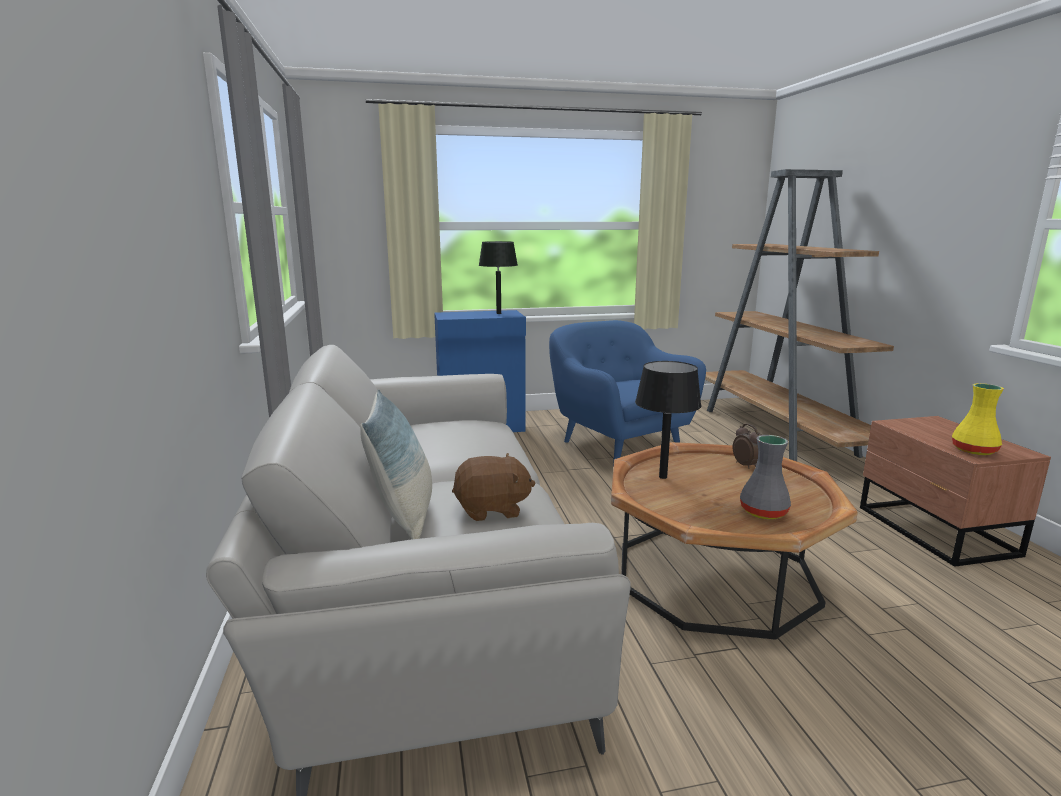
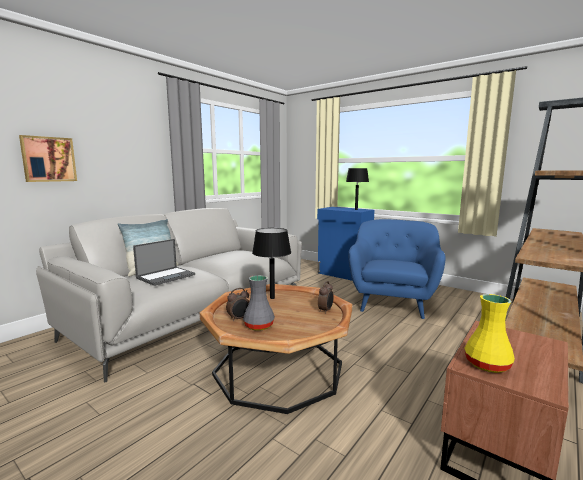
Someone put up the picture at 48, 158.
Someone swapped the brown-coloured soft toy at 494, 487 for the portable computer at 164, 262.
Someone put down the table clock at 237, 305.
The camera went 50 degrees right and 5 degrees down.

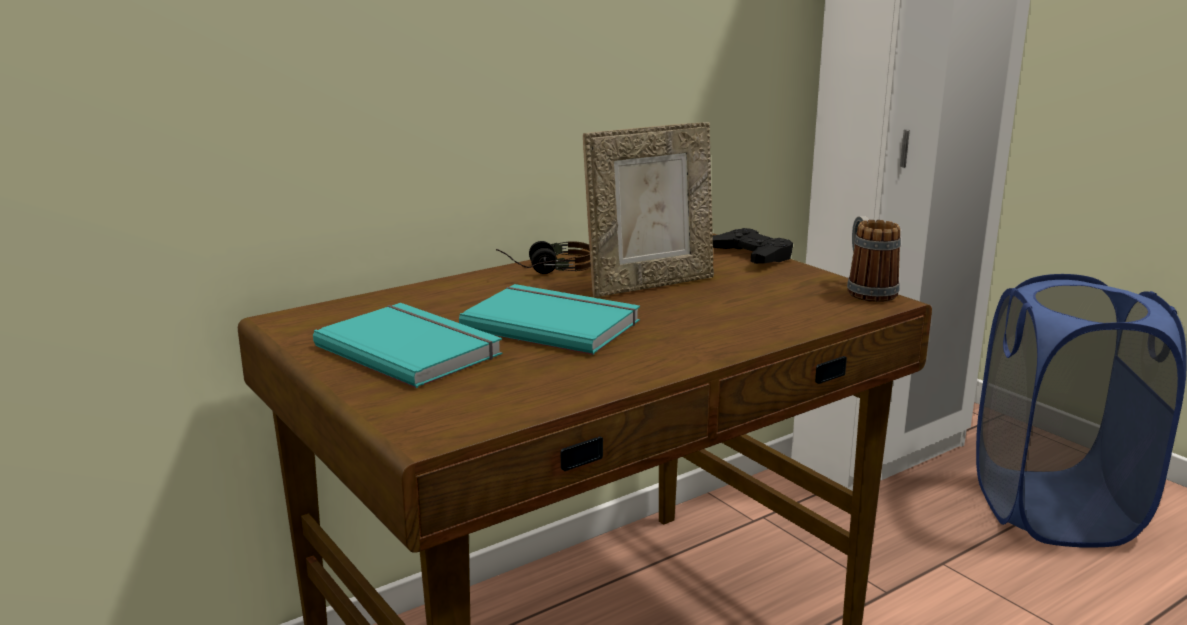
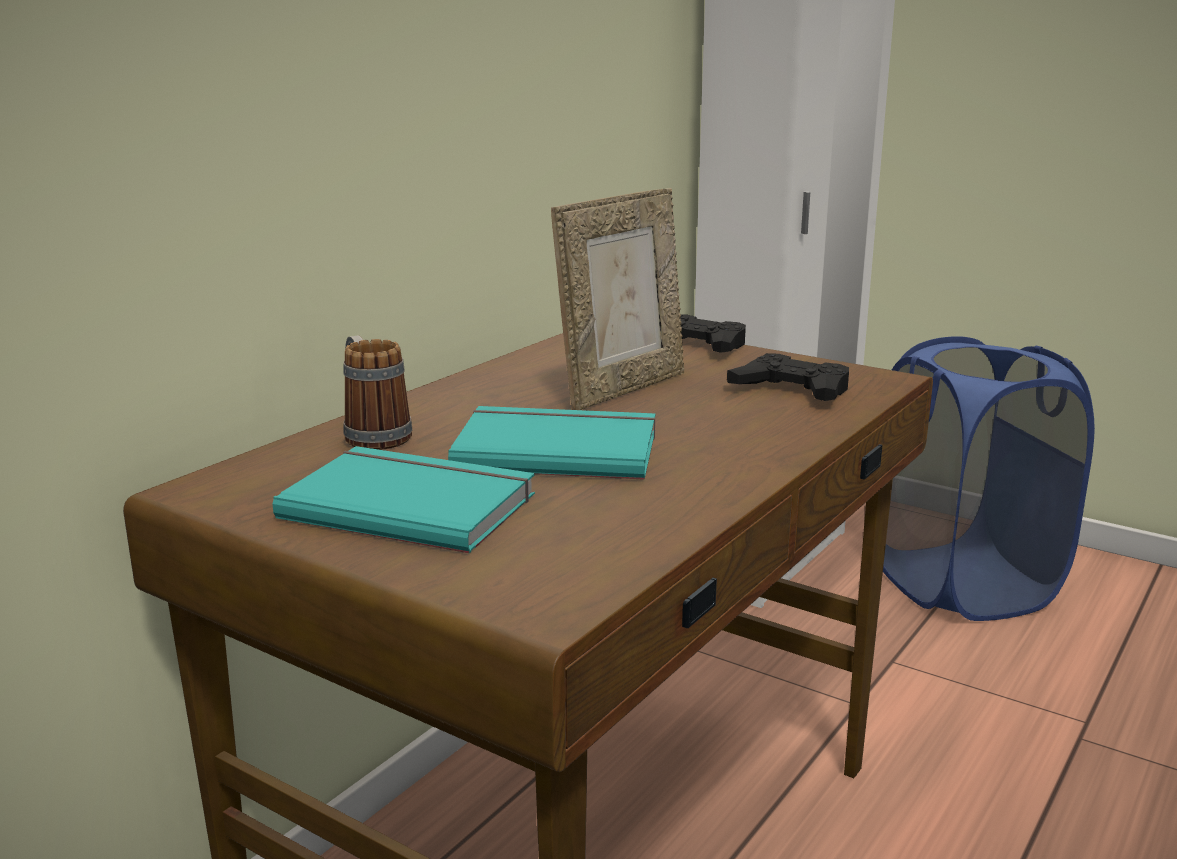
Someone carried the mug from 874, 259 to 378, 392.
Someone put down the black joypad at 788, 377.
Someone took away the pair of headphones at 543, 257.
The camera went 20 degrees left and 0 degrees up.

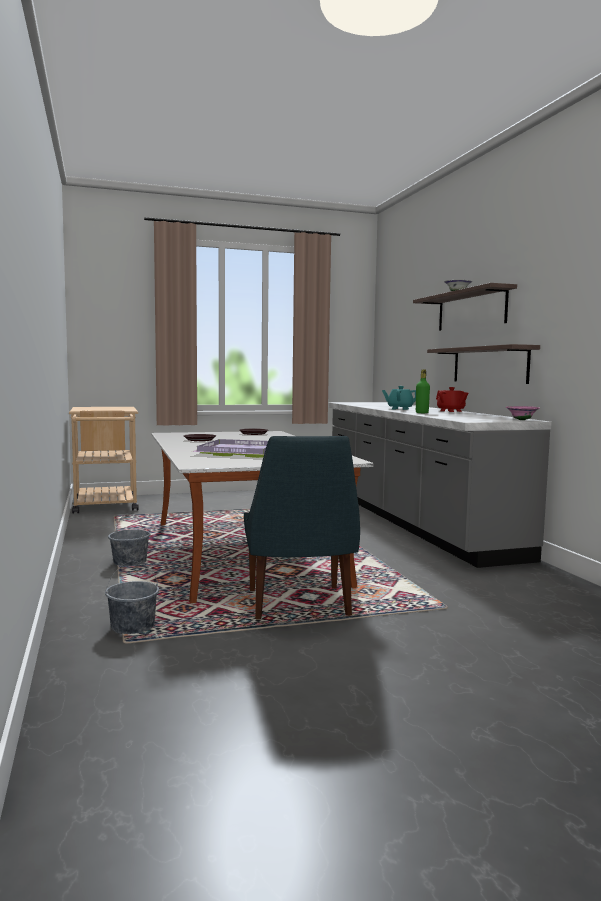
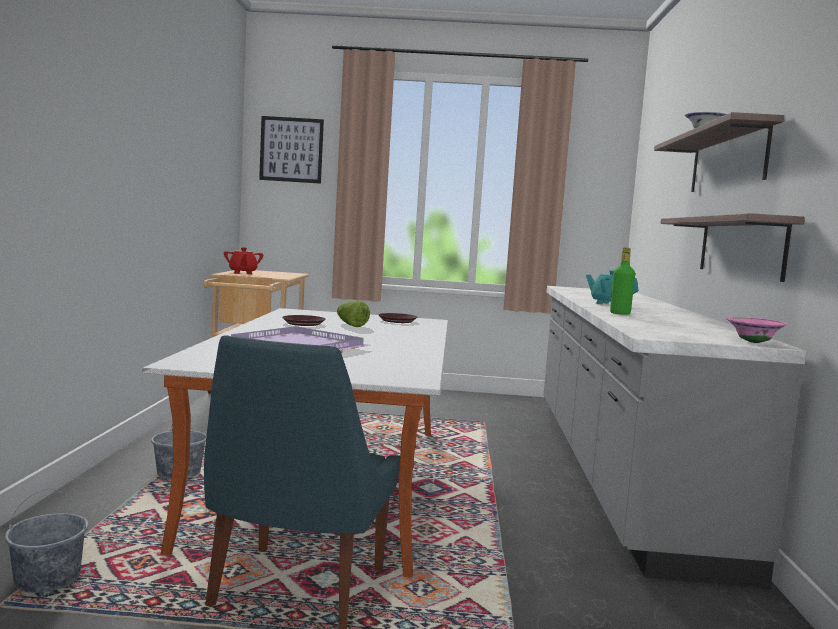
Someone carried the red pot for tea from 452, 399 to 243, 260.
Someone put up the picture at 291, 150.
Someone put down the lettuce at 353, 313.
The camera went 20 degrees right and 0 degrees up.

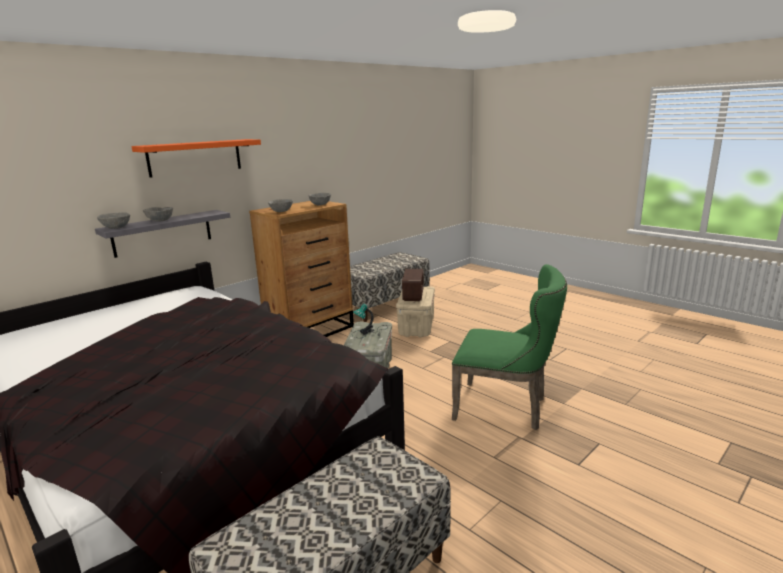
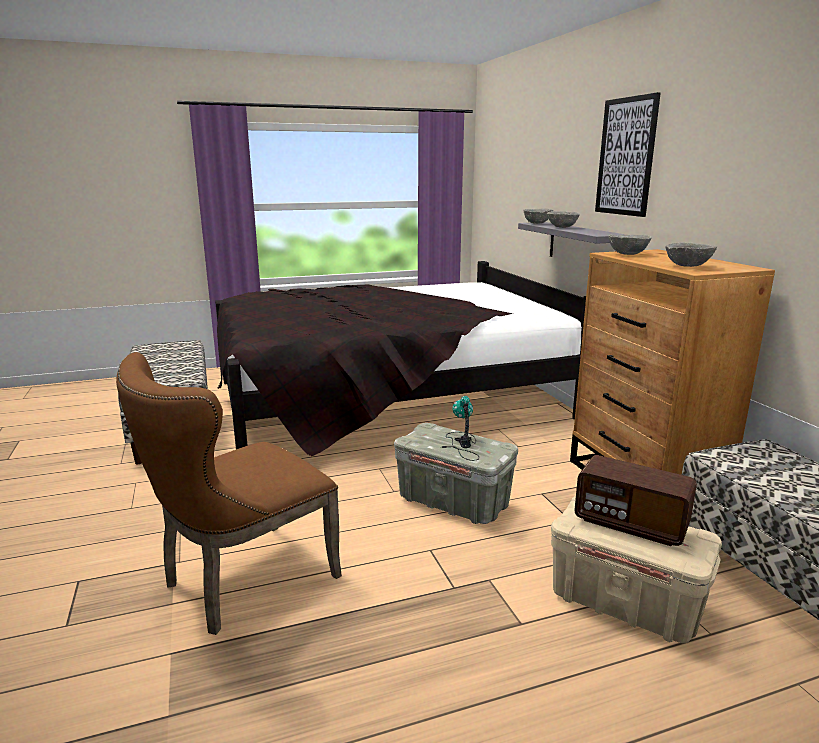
Someone repainted the green-coloured chair at 509, 347, which became the brown-coloured chair at 229, 493.
Someone swapped the orange-coloured shelf at 196, 158 for the picture at 628, 154.
The camera went 115 degrees right and 0 degrees up.

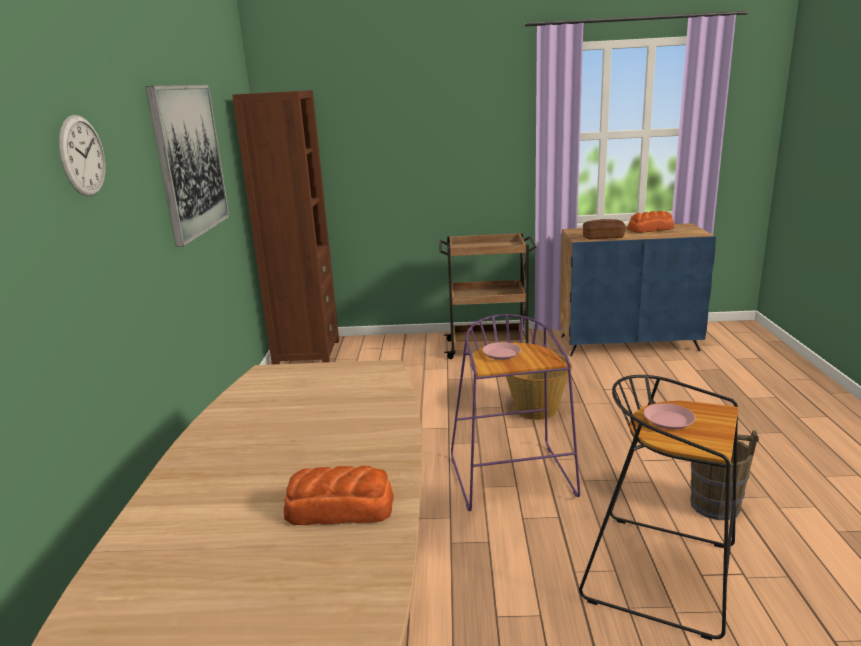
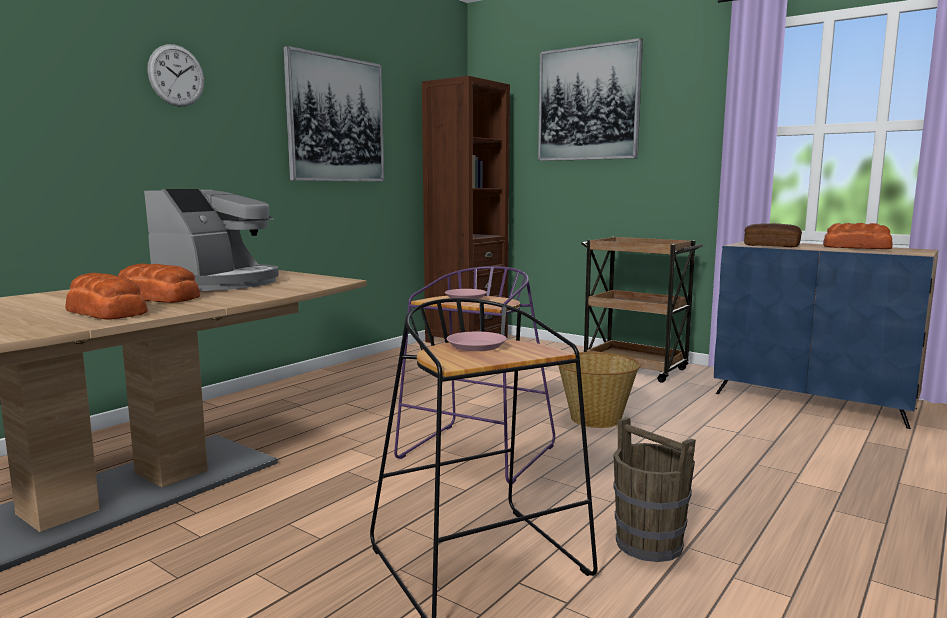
Someone put down the bakery bread at 159, 283.
Someone put down the coffee brewer at 211, 240.
Someone put up the picture at 590, 99.
The camera went 35 degrees right and 10 degrees down.

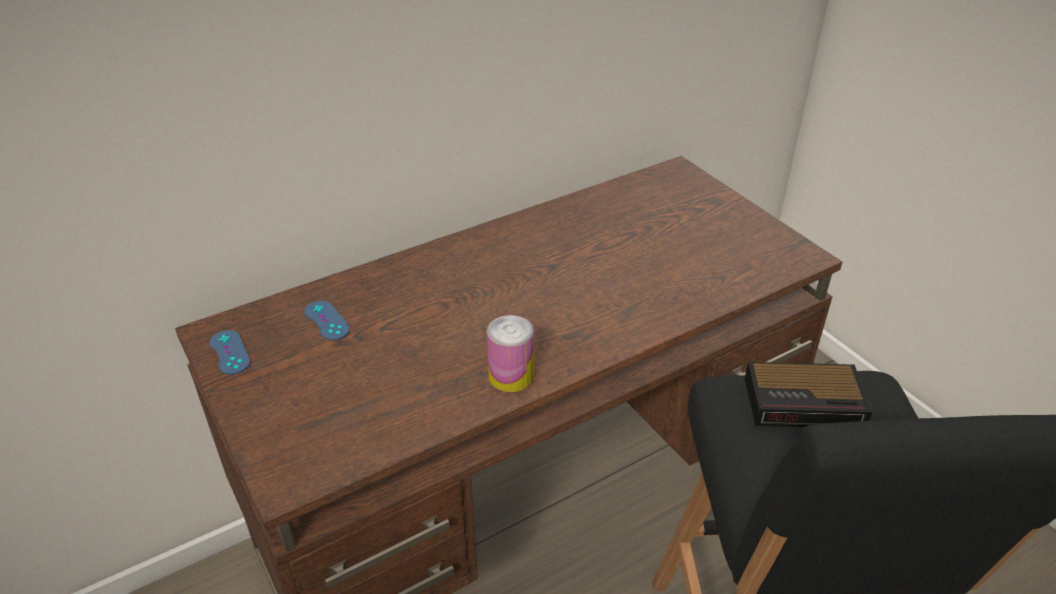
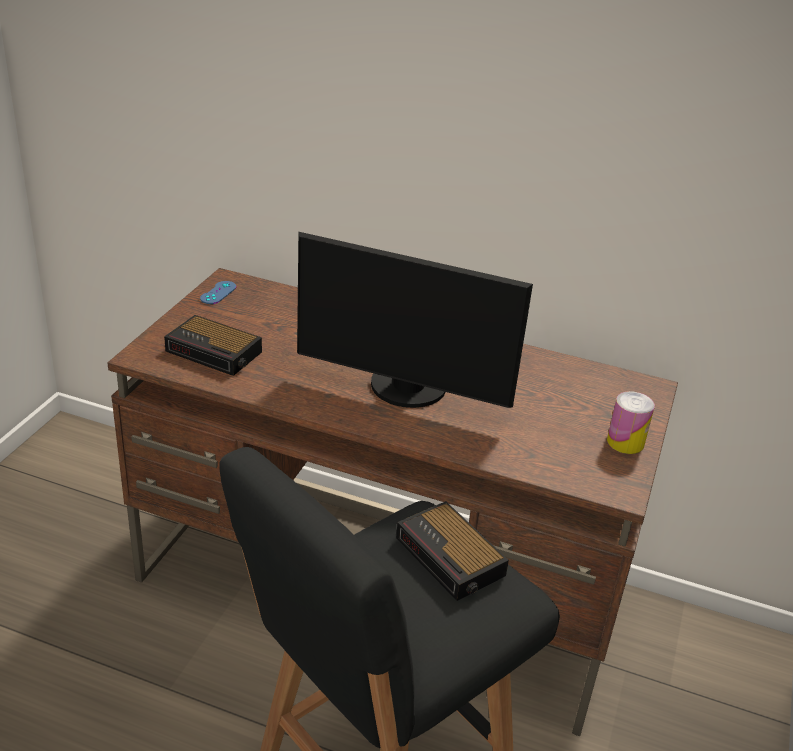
Someone put down the table clock at 213, 345.
Someone put down the computer display at 415, 320.
Someone carried the can from 510, 353 to 631, 422.
Someone took away the blue joypad at 327, 320.
The camera went 50 degrees right and 5 degrees down.

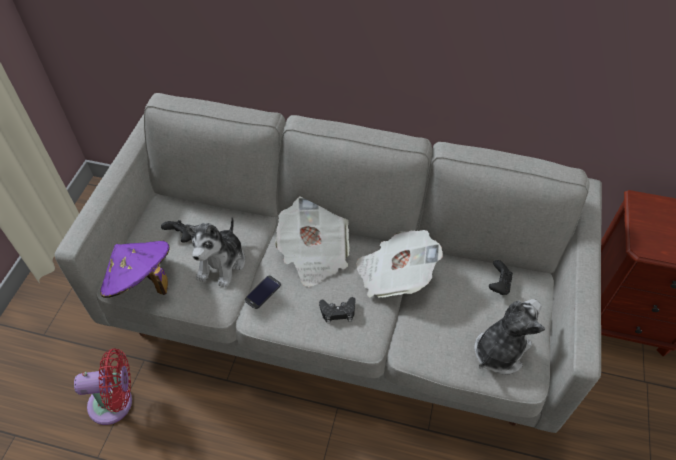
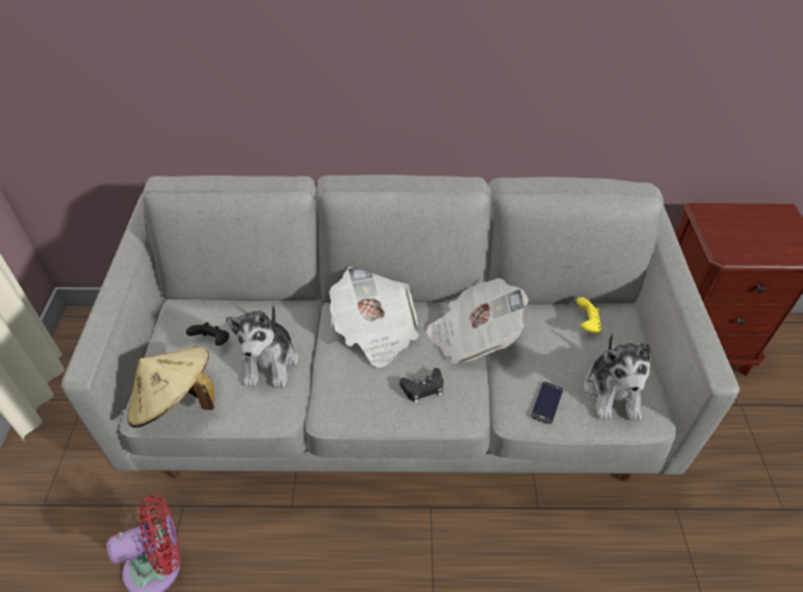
Someone repainted the purple hat at 135, 269, which became the sand-coloured hat at 171, 387.
Someone carried the telephone from 263, 292 to 547, 402.
Someone repainted the black joypad at 501, 277, which became the yellow-coloured joypad at 589, 315.
Someone rotated the soft toy at 509, 337 by 150 degrees clockwise.
The camera went 15 degrees left and 5 degrees down.

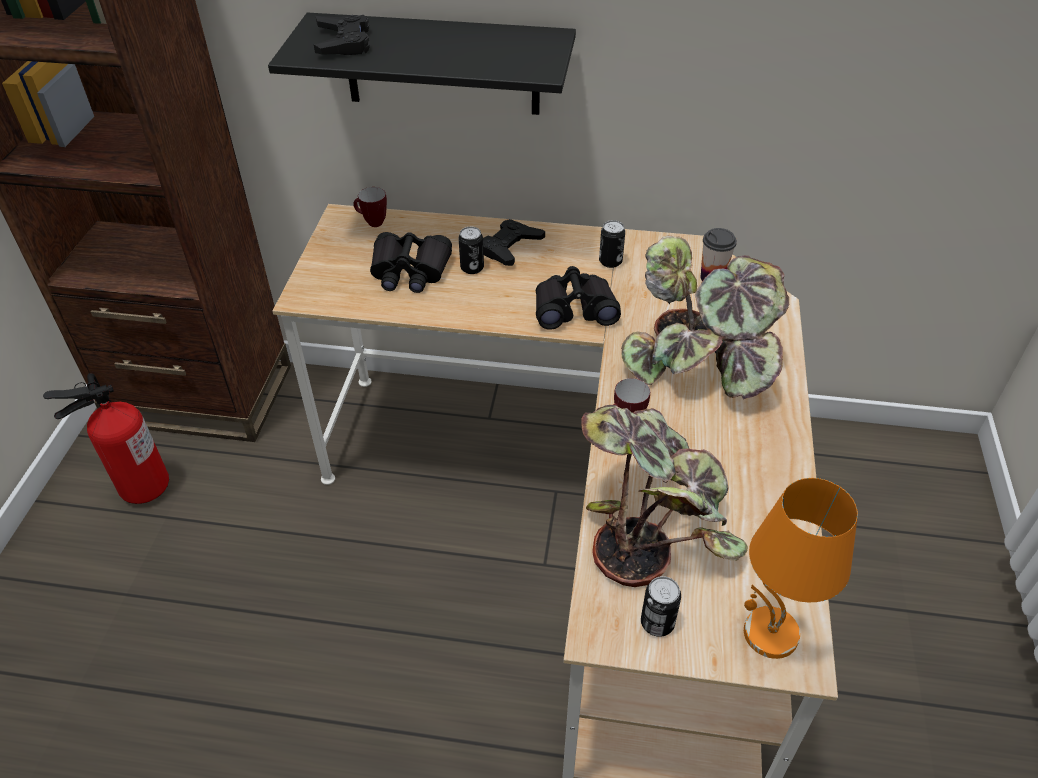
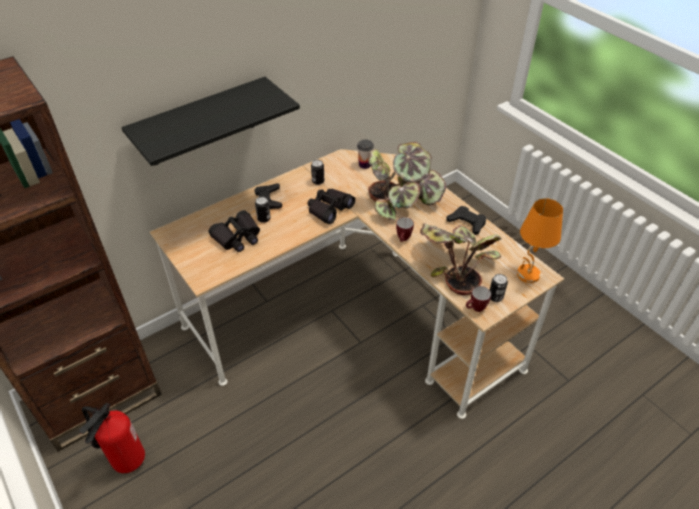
Someone carried the black joypad from 342, 35 to 466, 220.
Someone carried the mug from 370, 207 to 478, 299.
The camera went 45 degrees left and 0 degrees up.

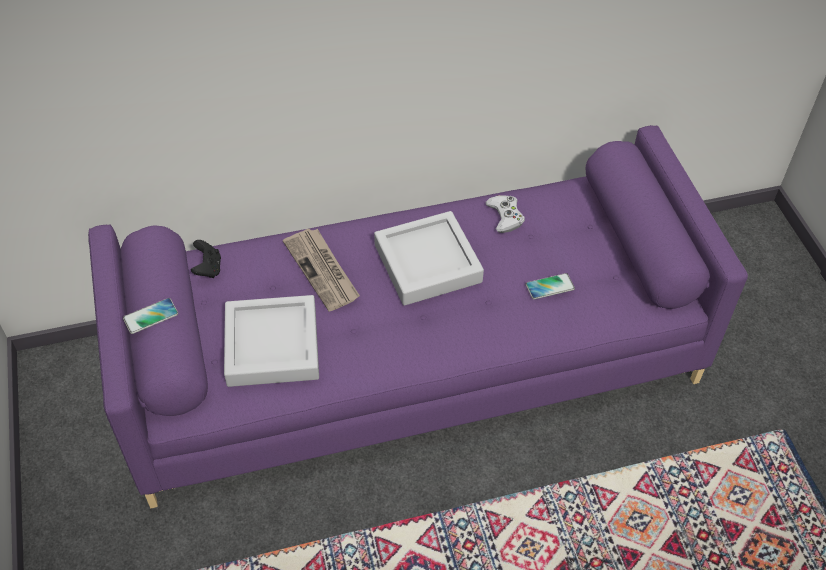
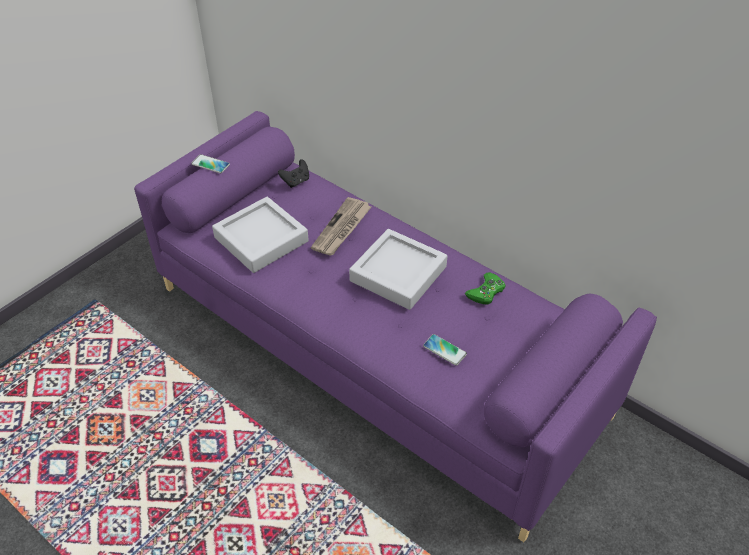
Someone repainted the white joypad at 505, 214, which became the green-coloured joypad at 485, 288.
The camera went 55 degrees right and 5 degrees down.

